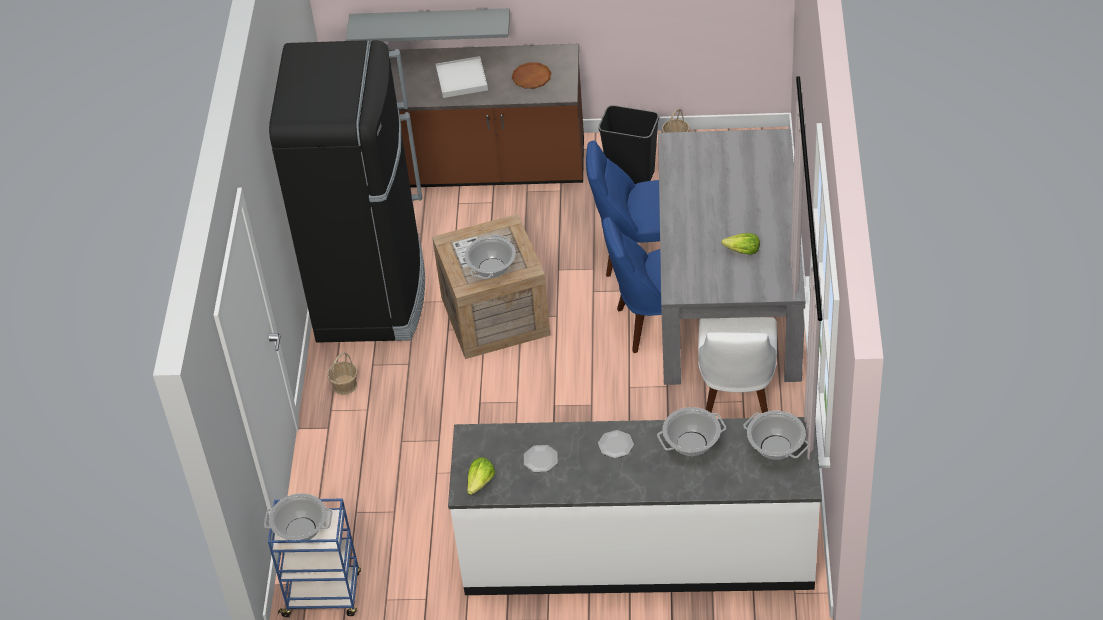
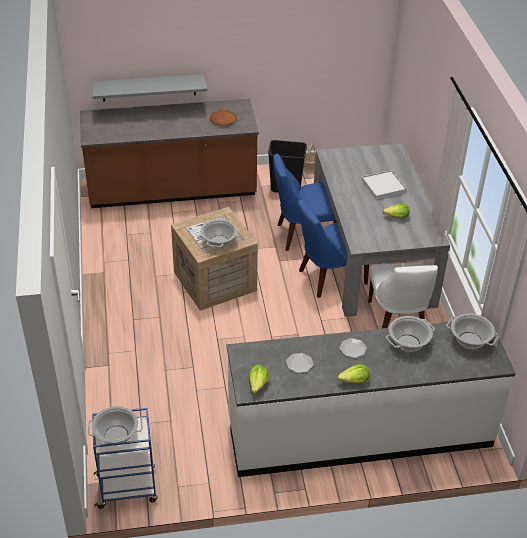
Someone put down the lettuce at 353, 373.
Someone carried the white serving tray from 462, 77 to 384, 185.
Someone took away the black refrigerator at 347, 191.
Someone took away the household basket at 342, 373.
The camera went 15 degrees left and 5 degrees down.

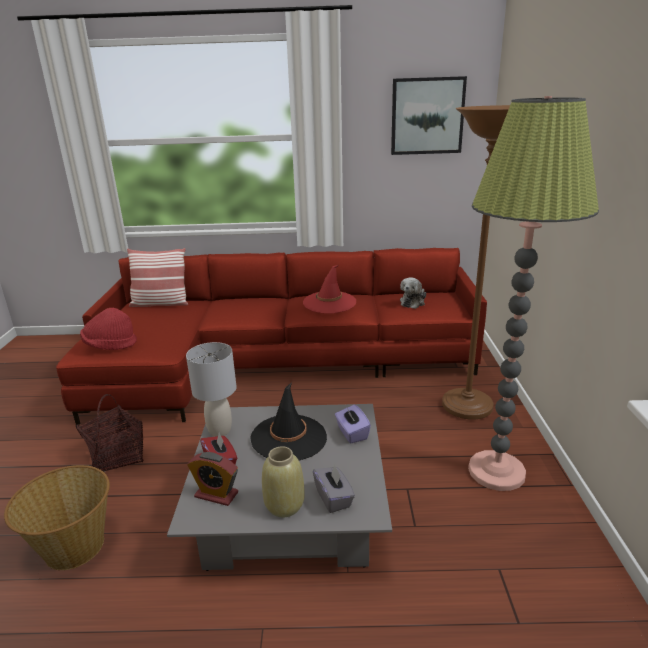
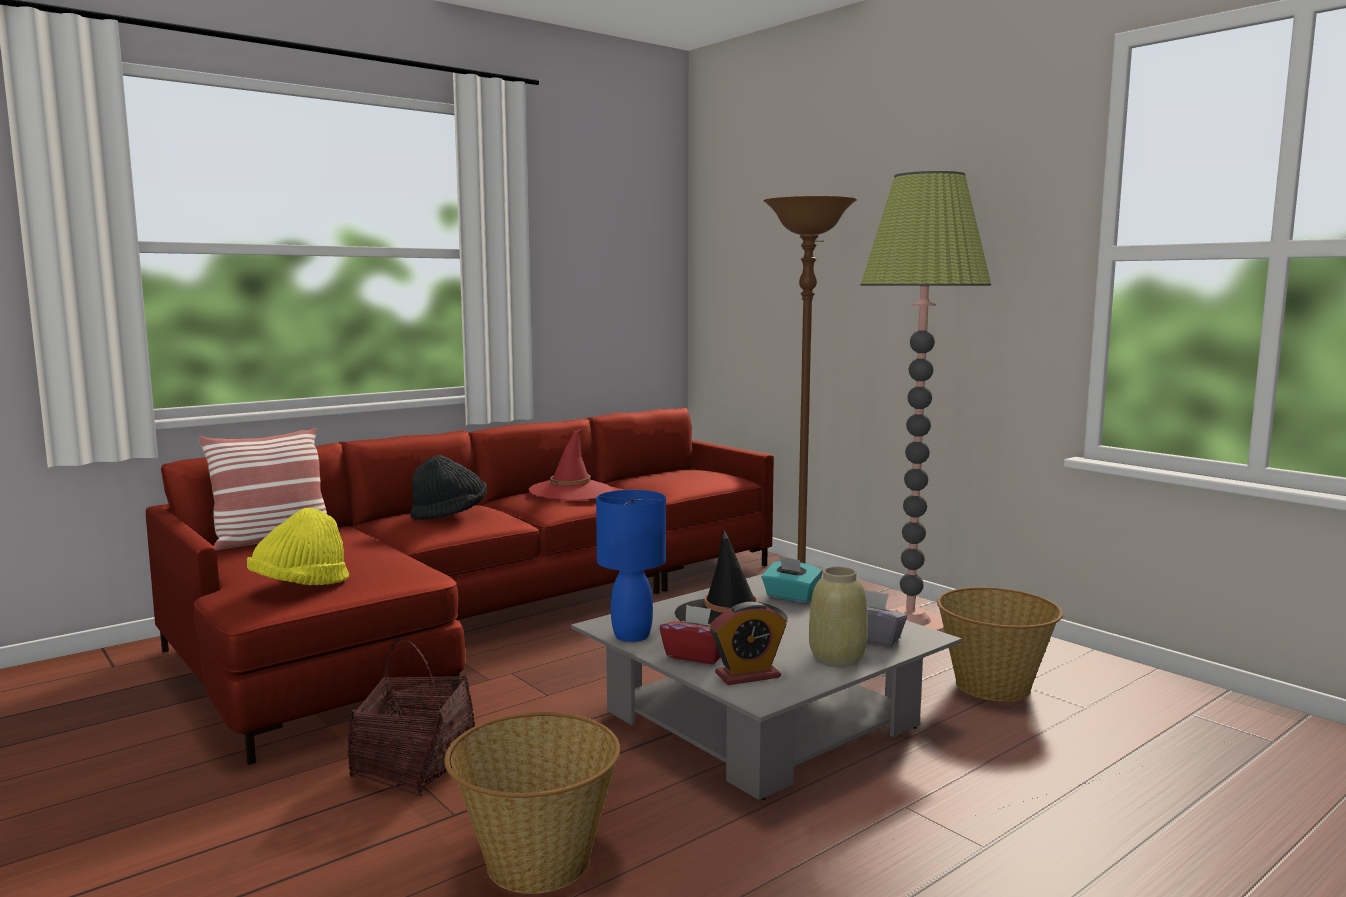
Someone repainted the red hat at 108, 329, which became the yellow-coloured hat at 298, 546.
Someone put down the black hat at 448, 487.
Someone repainted the grey table lamp at 211, 389, which became the blue table lamp at 631, 566.
Someone repainted the purple box of tissues at 353, 424, which became the turquoise-coloured box of tissues at 792, 579.
Someone put down the household basket at 1000, 644.
Someone took away the picture at 429, 115.
Someone took away the soft toy at 413, 293.
The camera went 40 degrees left and 15 degrees down.

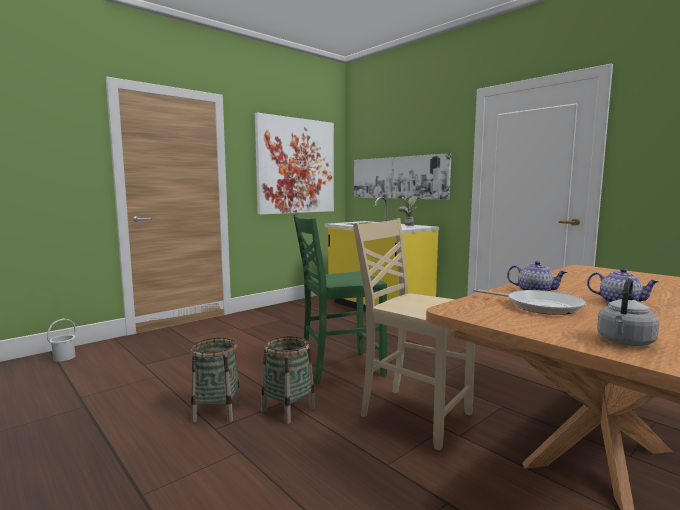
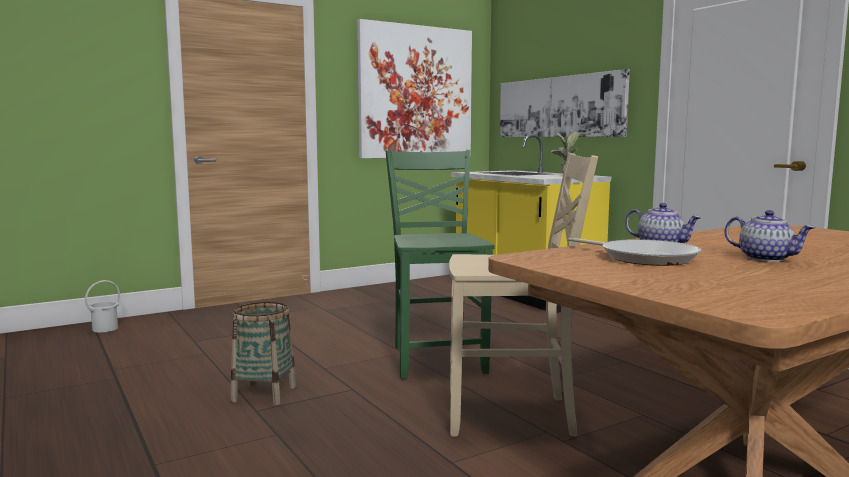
Someone rotated the green-coloured chair at 340, 299 by 90 degrees clockwise.
Someone rotated the sand-coloured chair at 414, 334 by 135 degrees clockwise.
Someone took away the household basket at 288, 380.
Someone took away the grey kettle at 628, 312.
The camera went 10 degrees right and 0 degrees up.

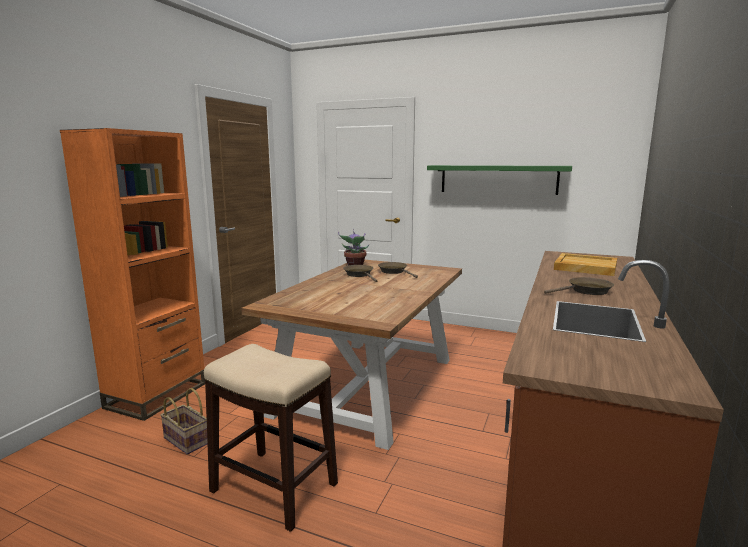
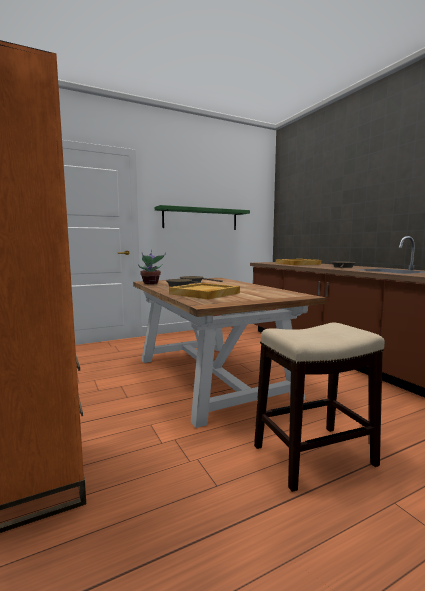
Someone put down the sand-coloured serving tray at 204, 291.
Someone took away the household basket at 183, 421.
The camera went 50 degrees left and 5 degrees down.

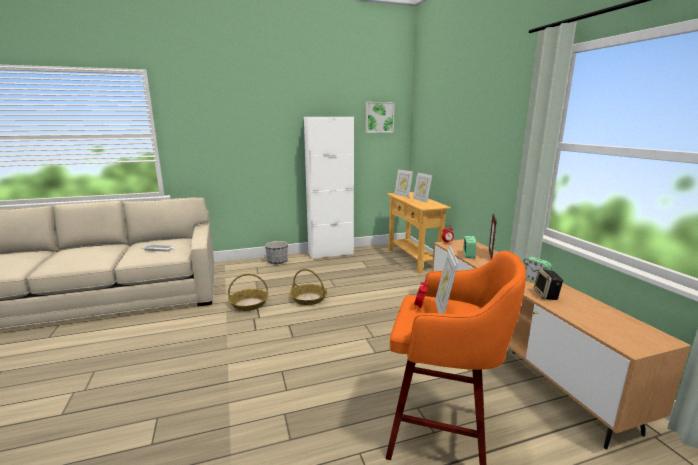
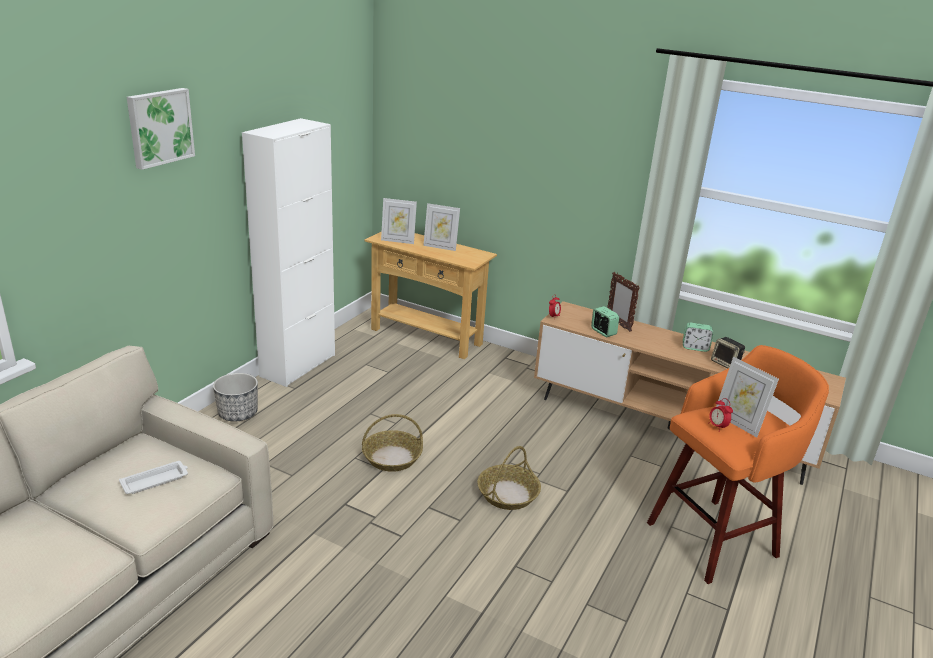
Someone carried the picture from 380, 117 to 161, 129.
Someone carried the household basket from 248, 292 to 509, 478.
The camera went 45 degrees left and 10 degrees up.

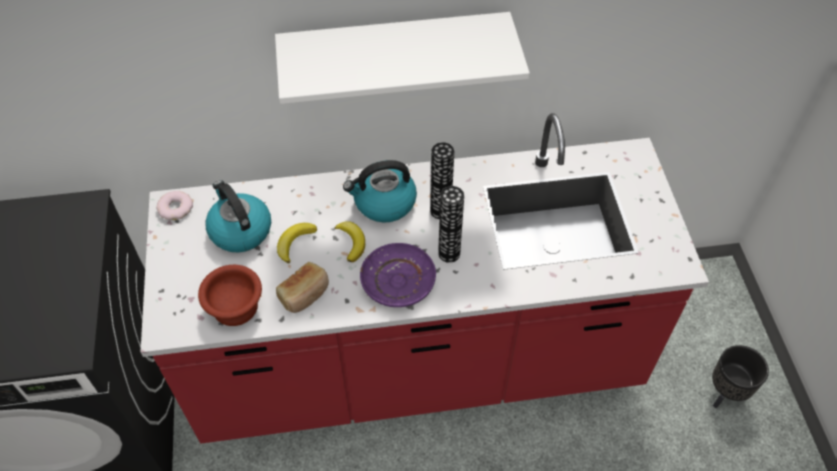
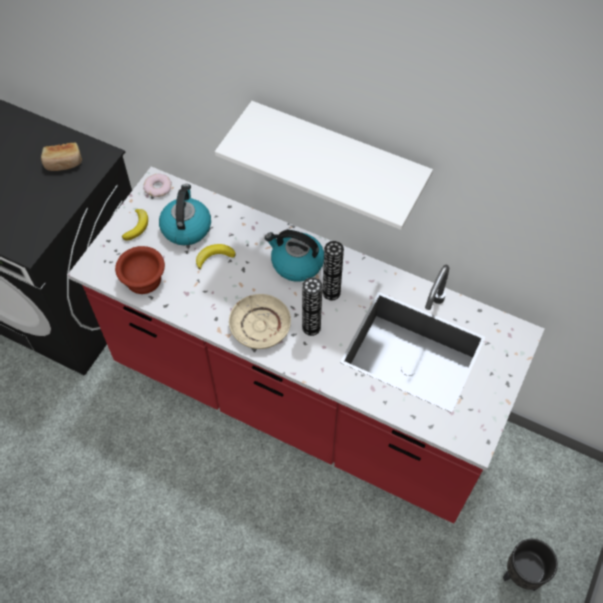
Someone carried the bakery bread from 302, 287 to 61, 157.
Someone carried the banana from 350, 241 to 135, 224.
Someone repainted the purple flat dish at 398, 275, which became the sand-coloured flat dish at 260, 321.
The camera went 35 degrees right and 5 degrees up.

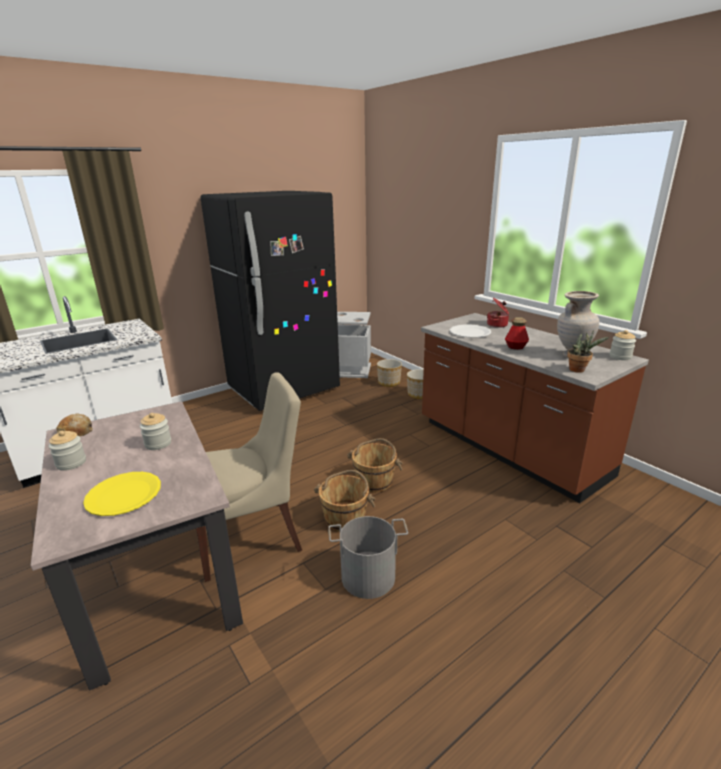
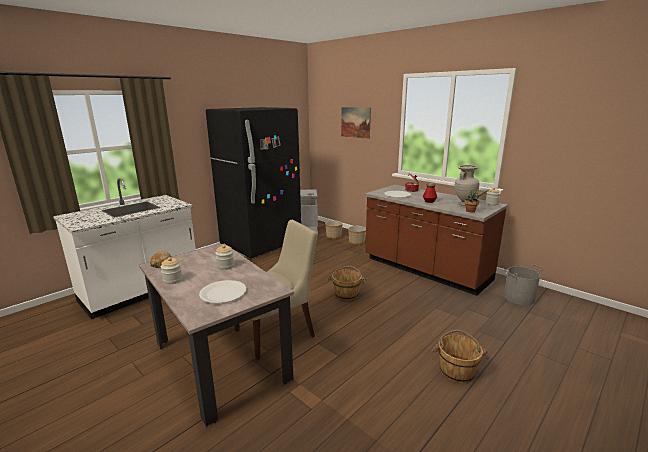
Someone repainted the yellow-coloured flat dish at 122, 494, which became the white flat dish at 222, 291.
Someone put up the picture at 356, 123.
Someone carried the brown-coloured pail from 344, 501 to 460, 356.
Someone carried the grey pail from 368, 557 to 524, 285.
The camera went 10 degrees left and 5 degrees down.

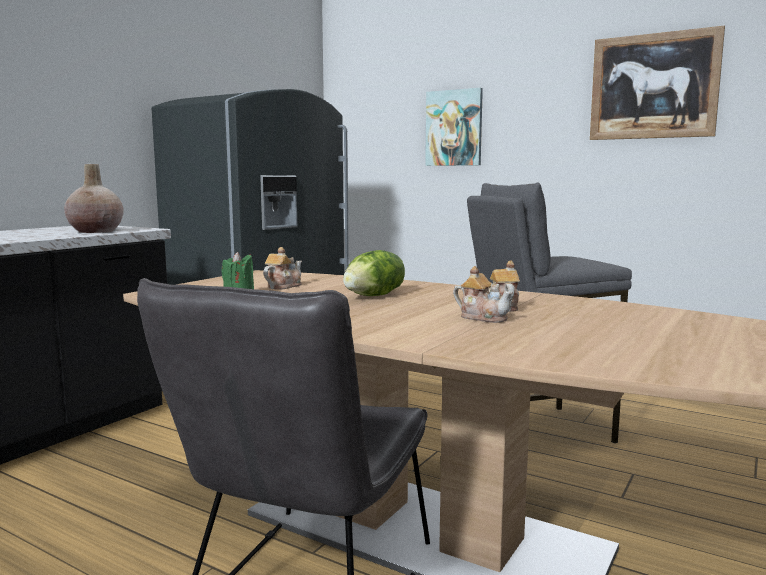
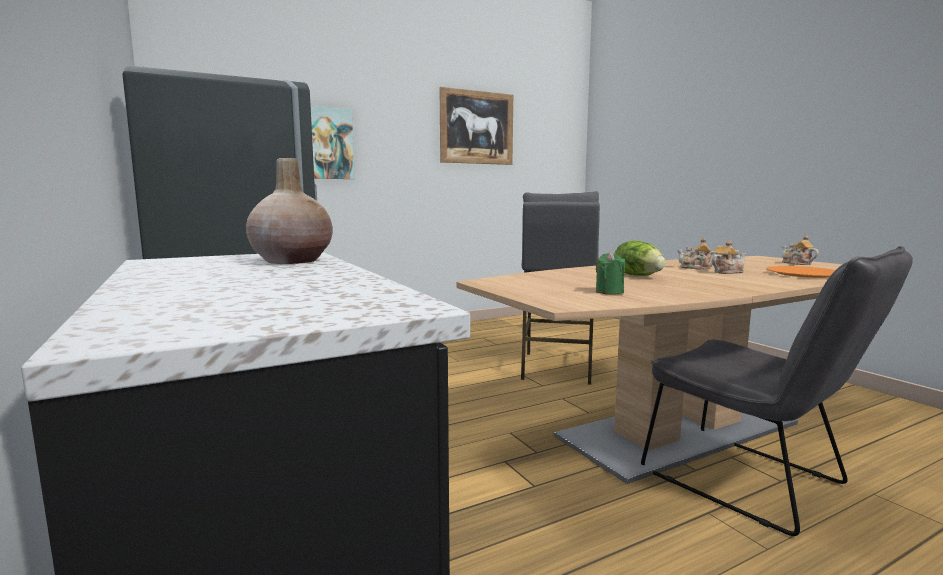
Someone put down the orange-coloured flat dish at 801, 272.
Someone carried the pot for tea from 282, 268 to 800, 250.
The camera went 60 degrees left and 0 degrees up.

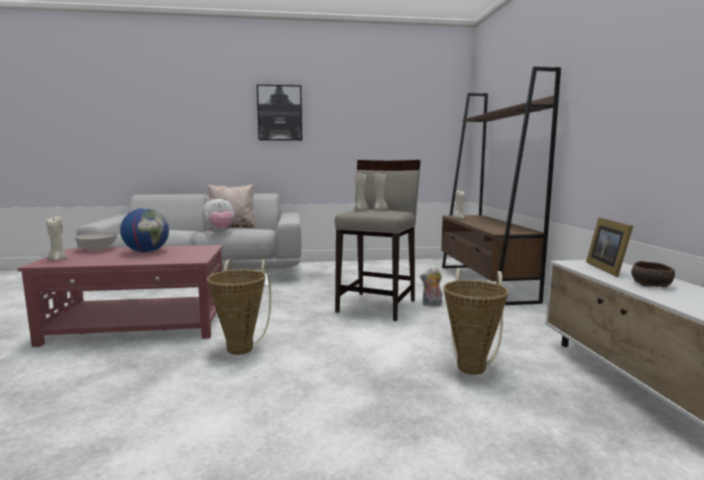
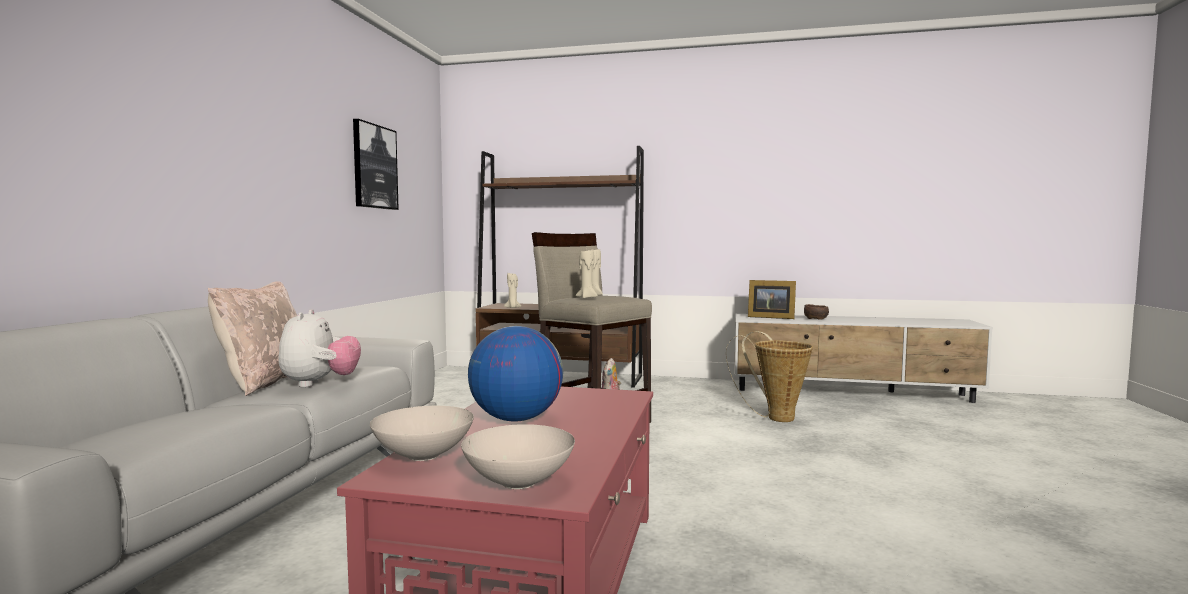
Someone carried the picture from 279, 113 to 376, 164.
Someone swapped the sand-coloured wax candle at 56, 238 for the white serving bowl at 518, 456.
Someone took away the household basket at 239, 307.
The camera went 70 degrees left and 5 degrees down.

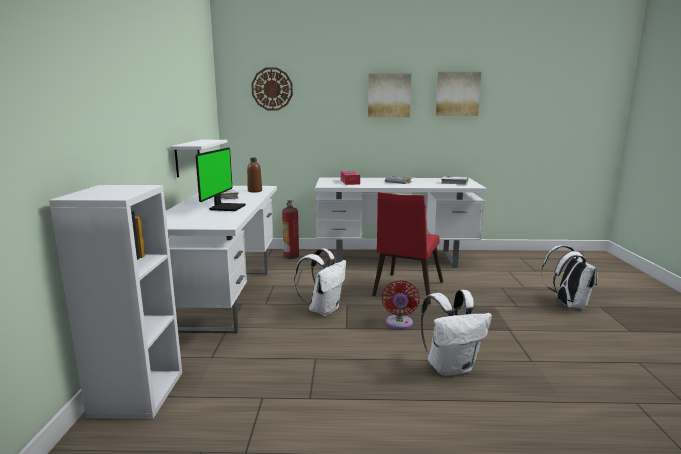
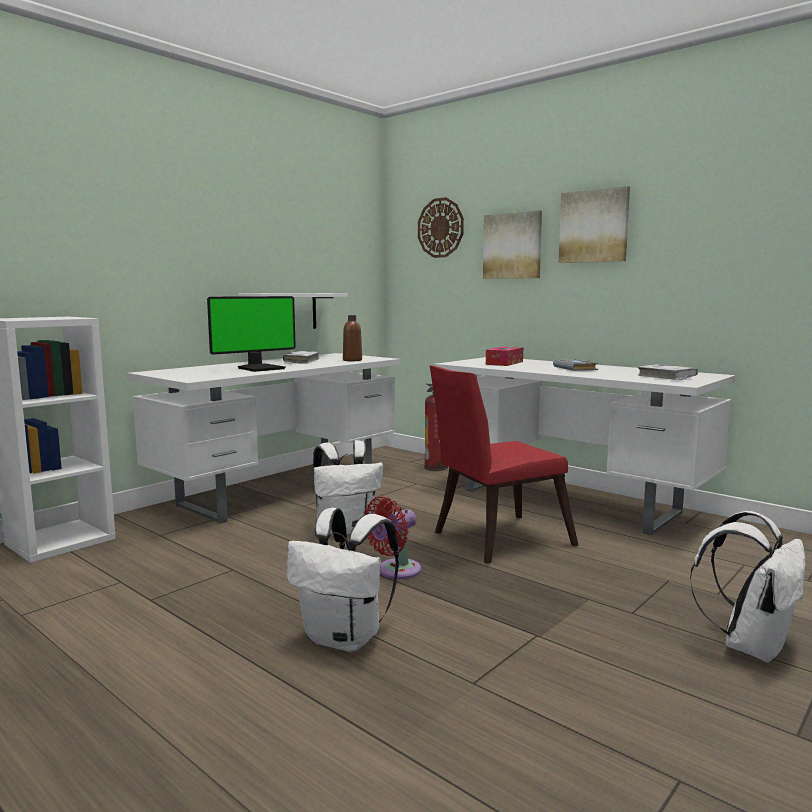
Someone carried the picture from 458, 94 to 512, 244.
The camera went 40 degrees right and 5 degrees down.

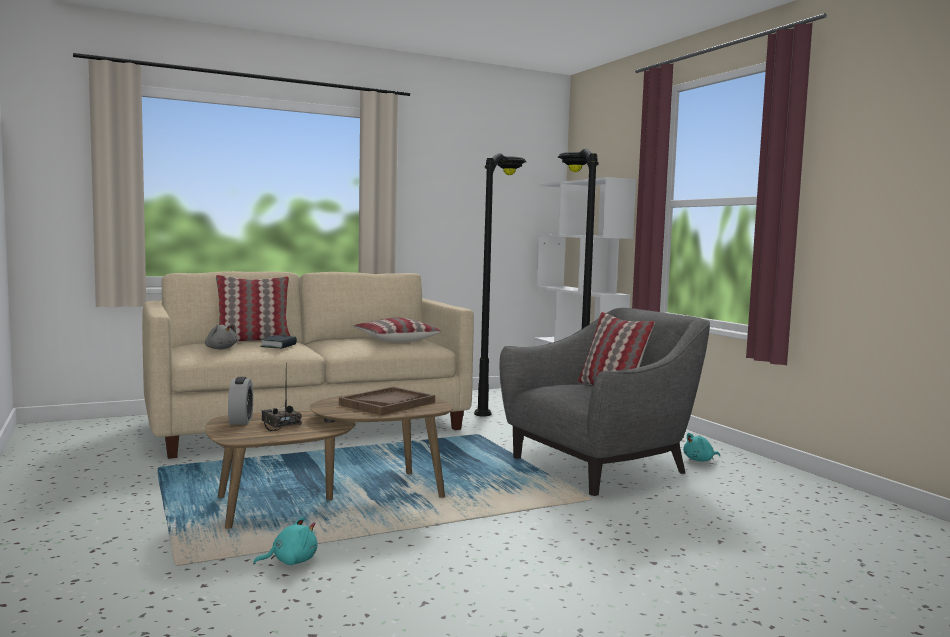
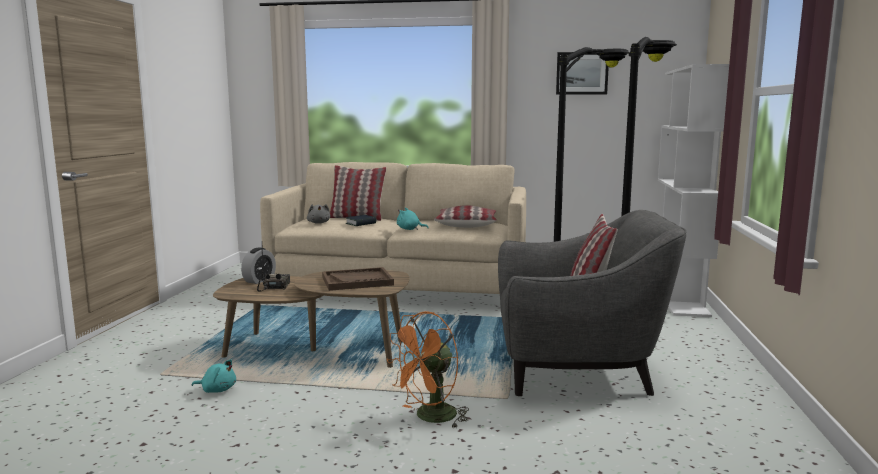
Someone put down the orange-coloured fan at 427, 370.
Someone carried the turquoise-coloured soft toy from 701, 447 to 413, 218.
Someone put up the picture at 582, 73.
The camera went 35 degrees right and 5 degrees up.

